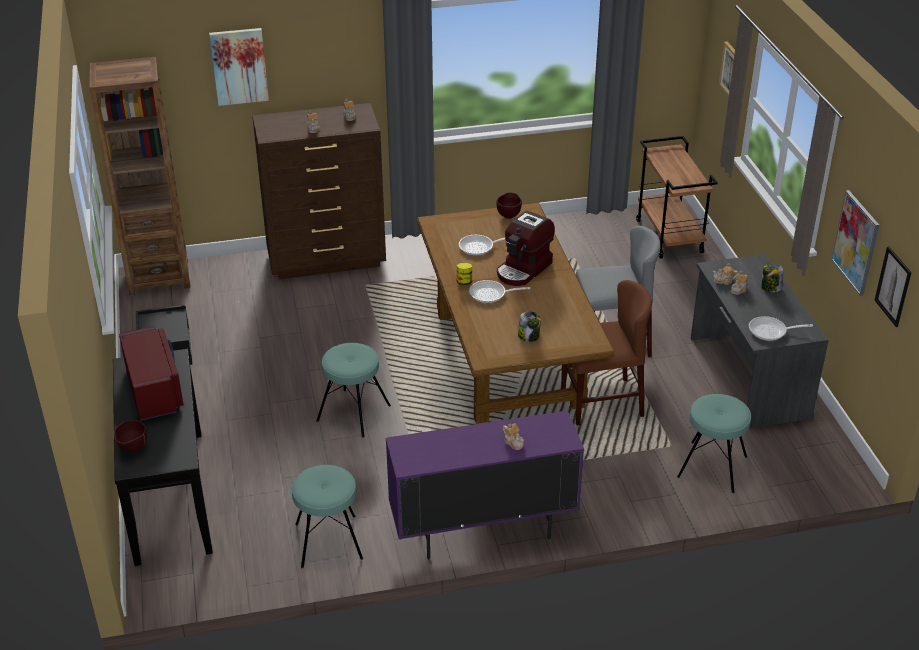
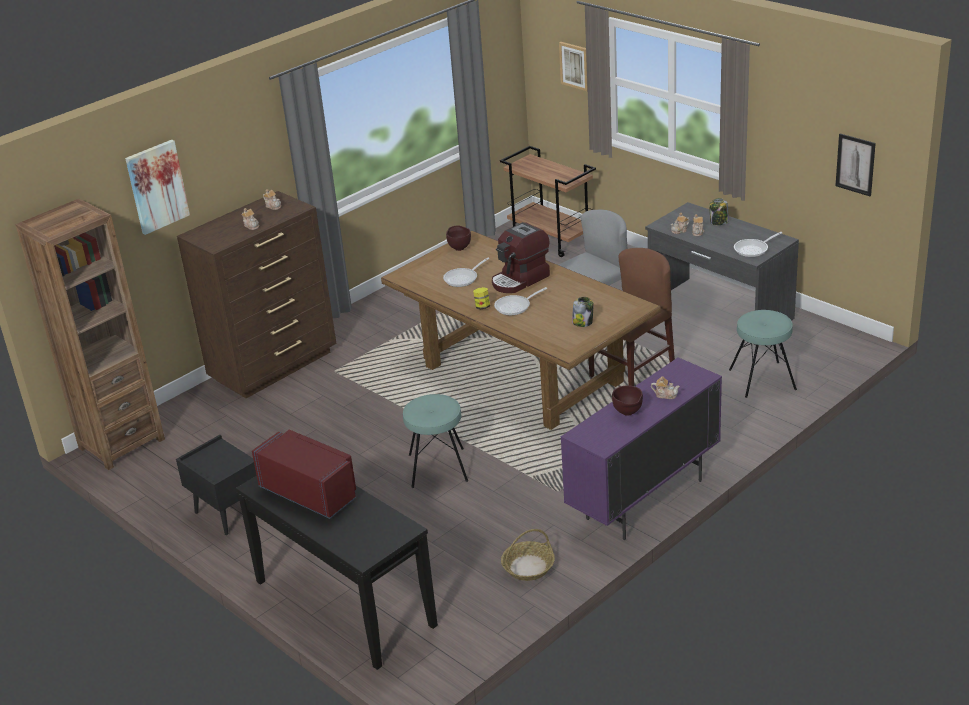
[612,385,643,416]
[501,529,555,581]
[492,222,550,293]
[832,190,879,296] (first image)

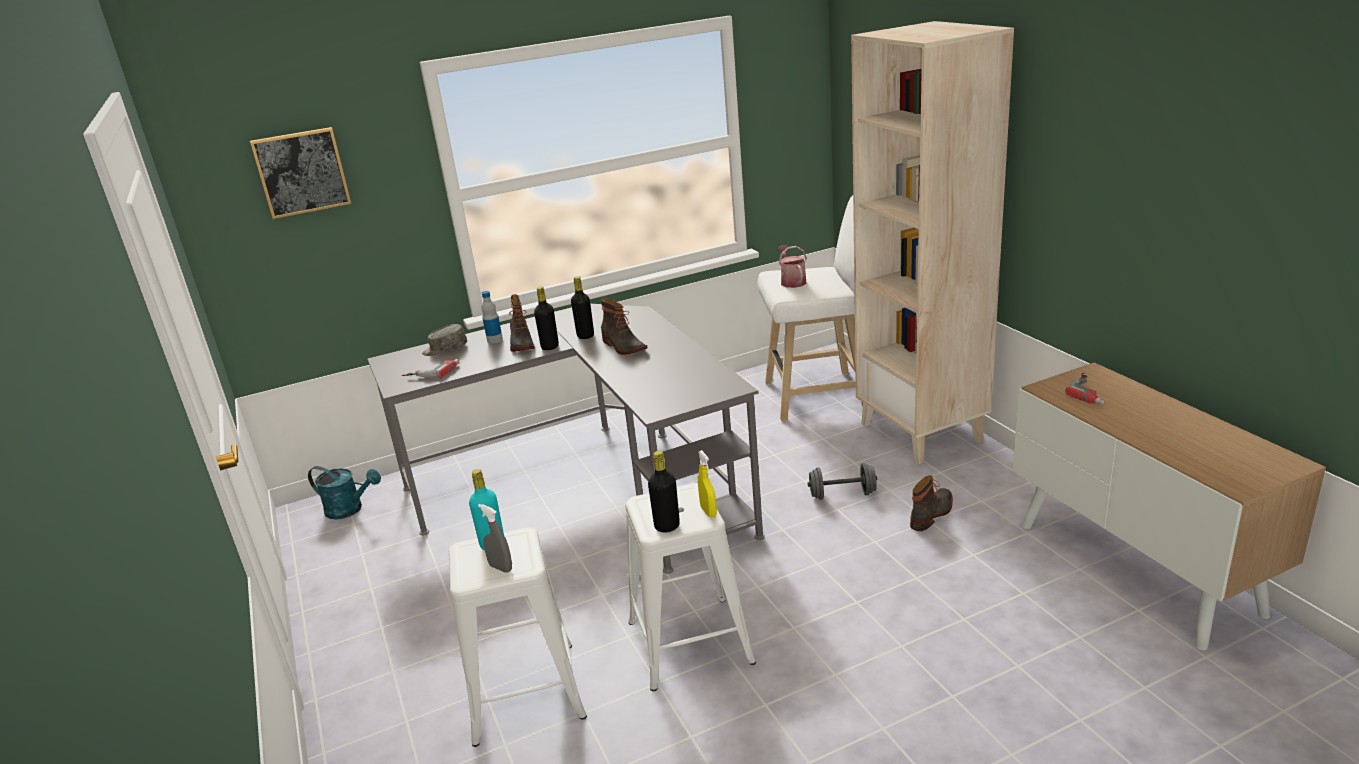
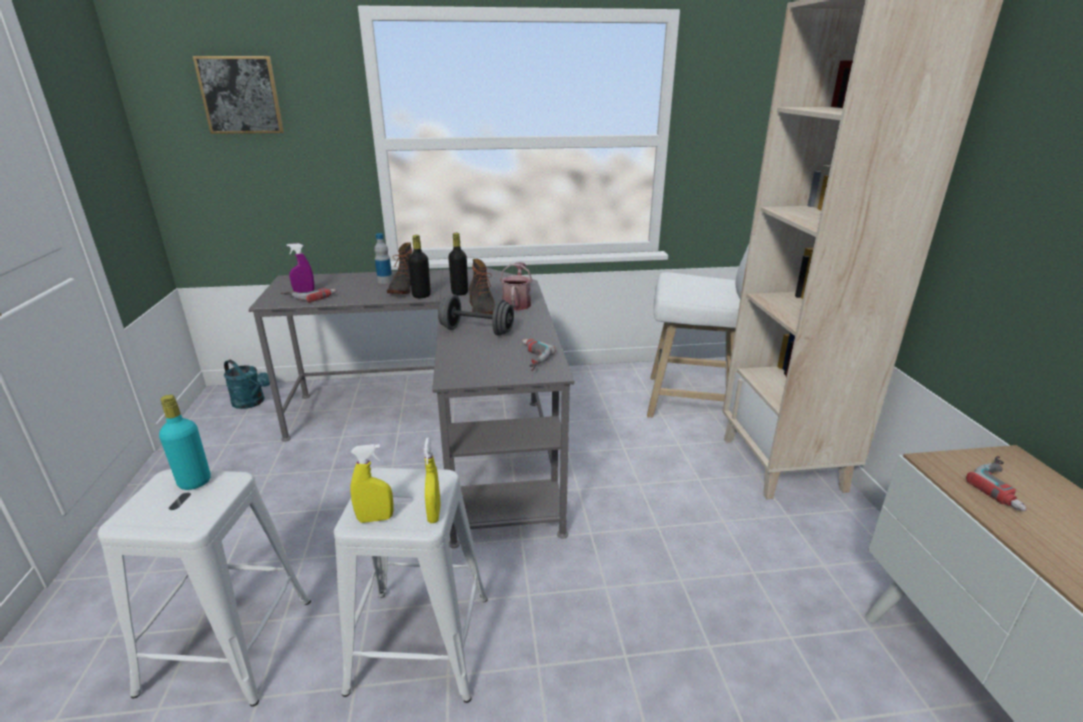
[422,324,467,356] (first image)
[478,504,512,573] (first image)
[350,444,394,523]
[500,262,532,311]
[438,294,514,336]
[910,475,953,531] (first image)
[286,243,315,293]
[522,339,555,371]

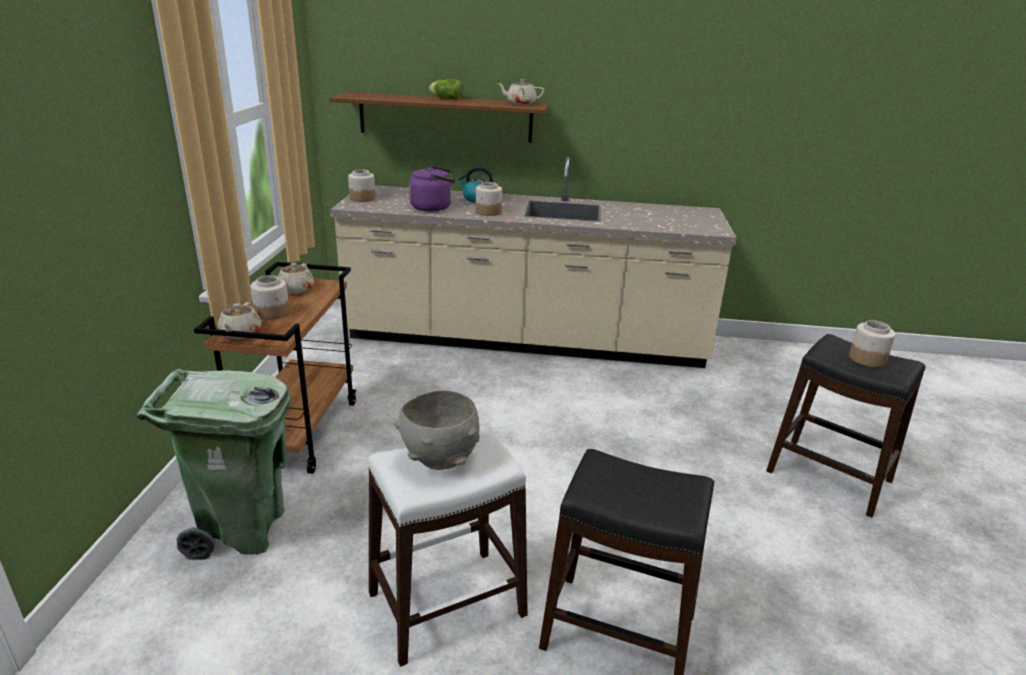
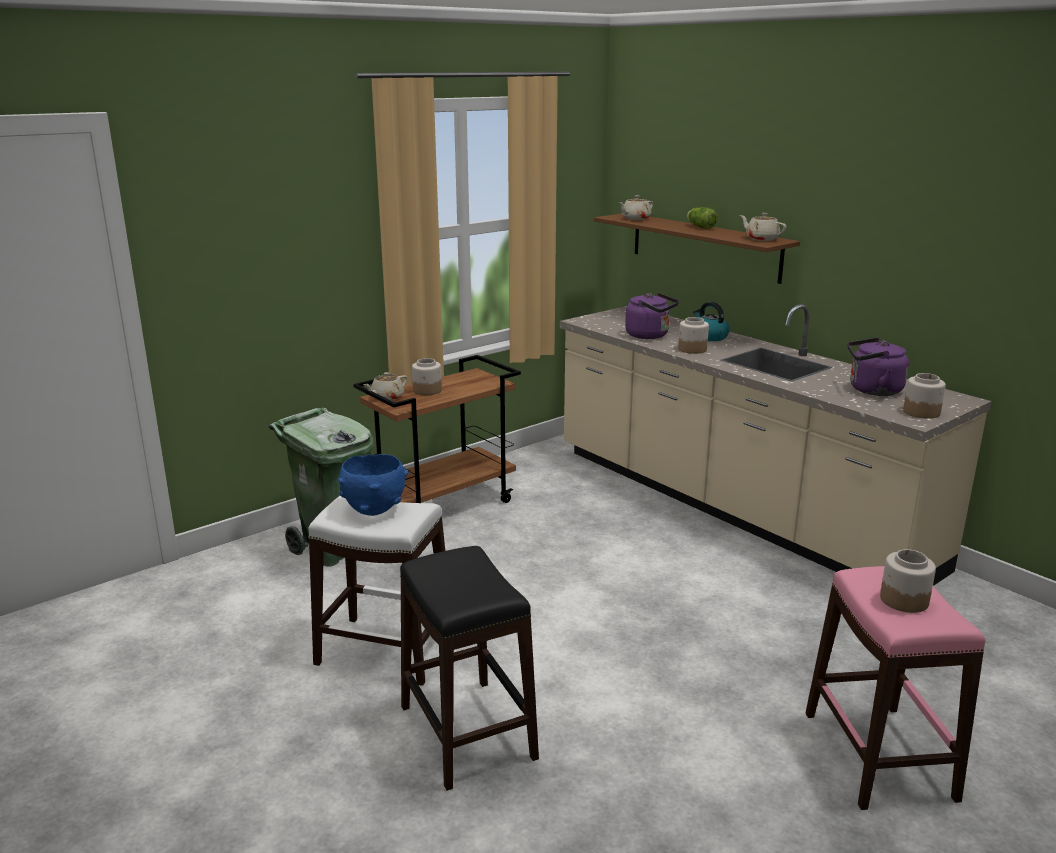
[618,195,653,220]
[903,373,946,419]
[338,454,409,516]
[805,566,986,810]
[847,338,909,396]

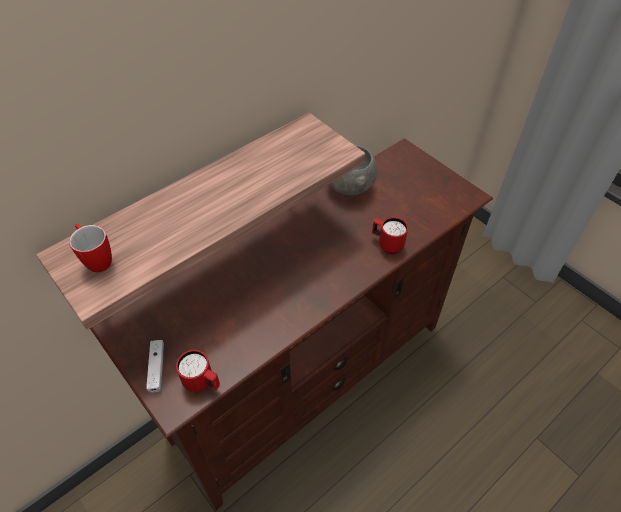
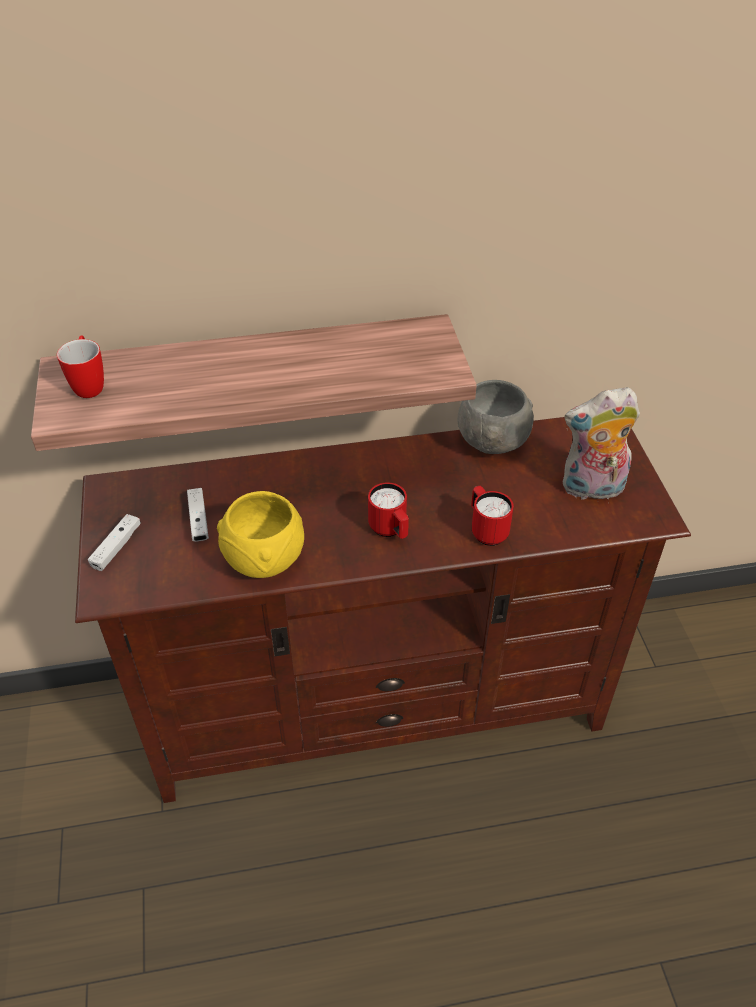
[368,482,409,539]
[187,488,209,542]
[217,491,304,578]
[563,387,640,499]

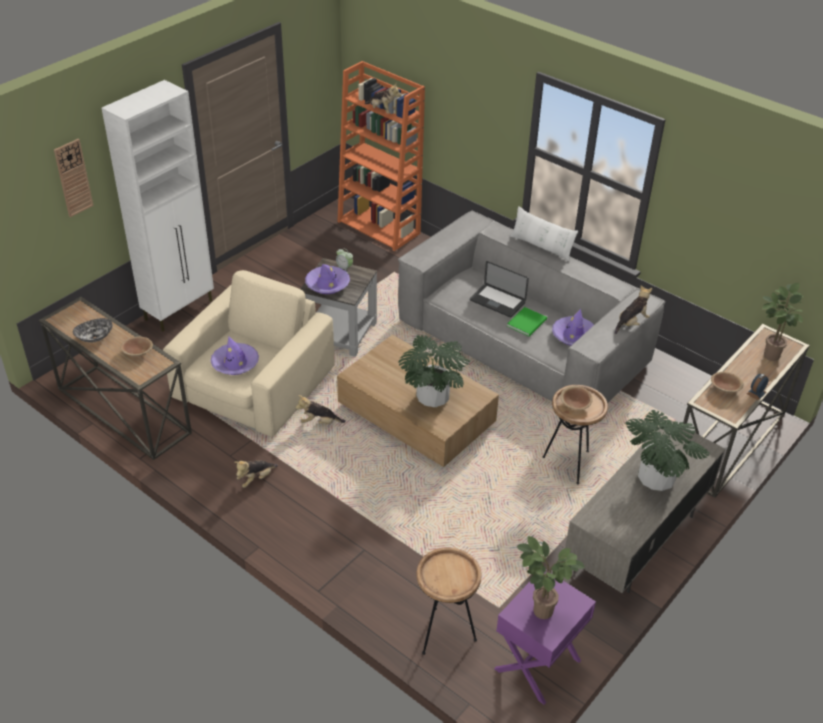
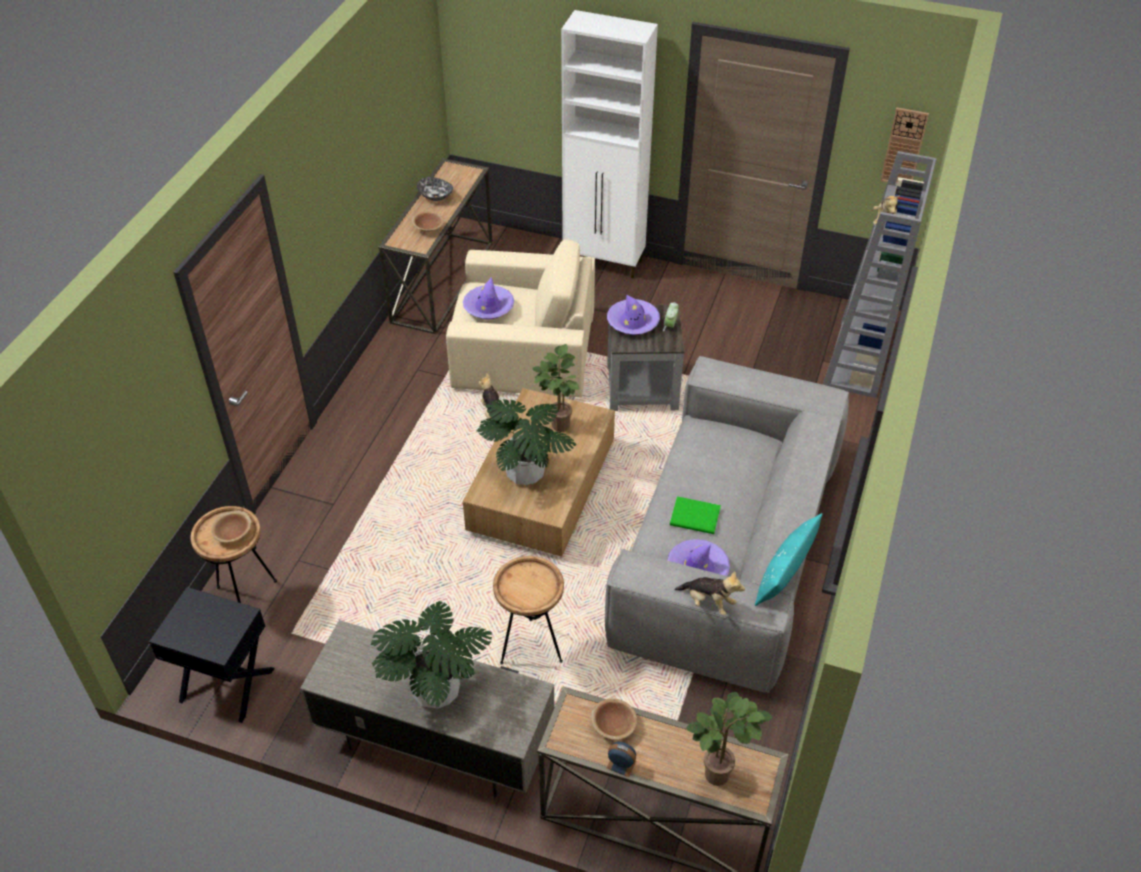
[881,108,929,183]
[234,460,278,488] (first image)
[823,151,937,398]
[470,261,529,317] (first image)
[149,587,275,723]
[510,206,578,261] (first image)
[532,344,579,432]
[211,511,251,542]
[755,513,823,606]

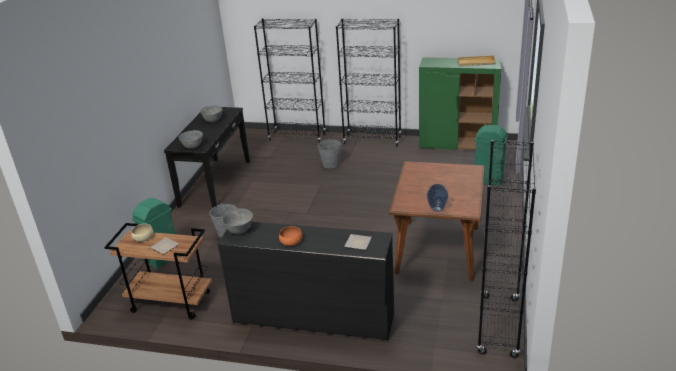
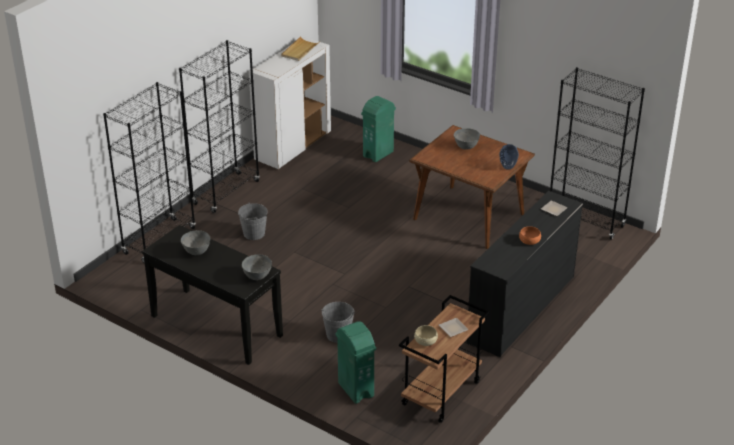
[454,128,480,150]
[249,37,331,169]

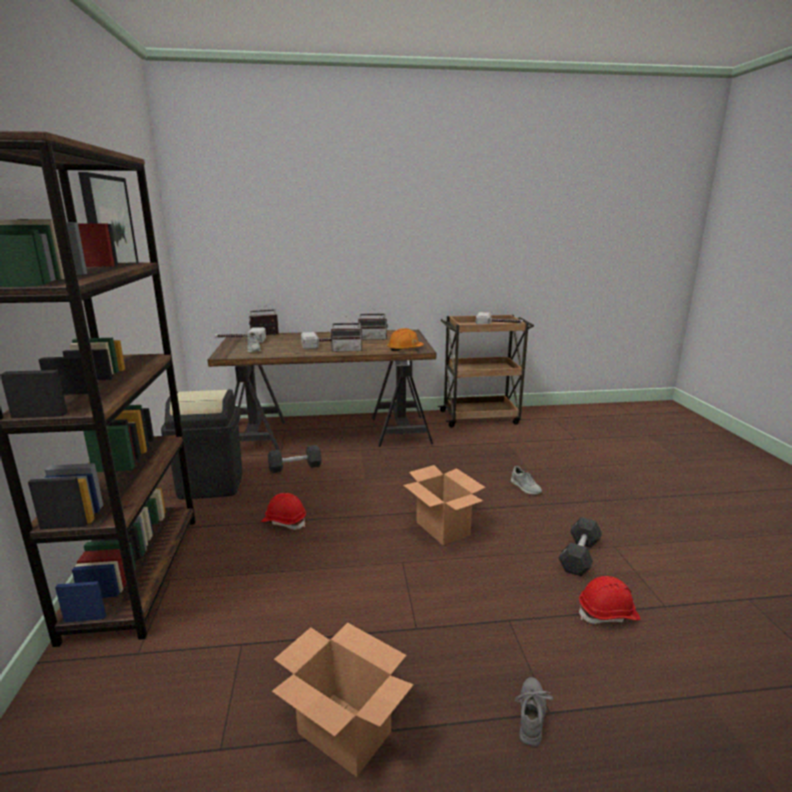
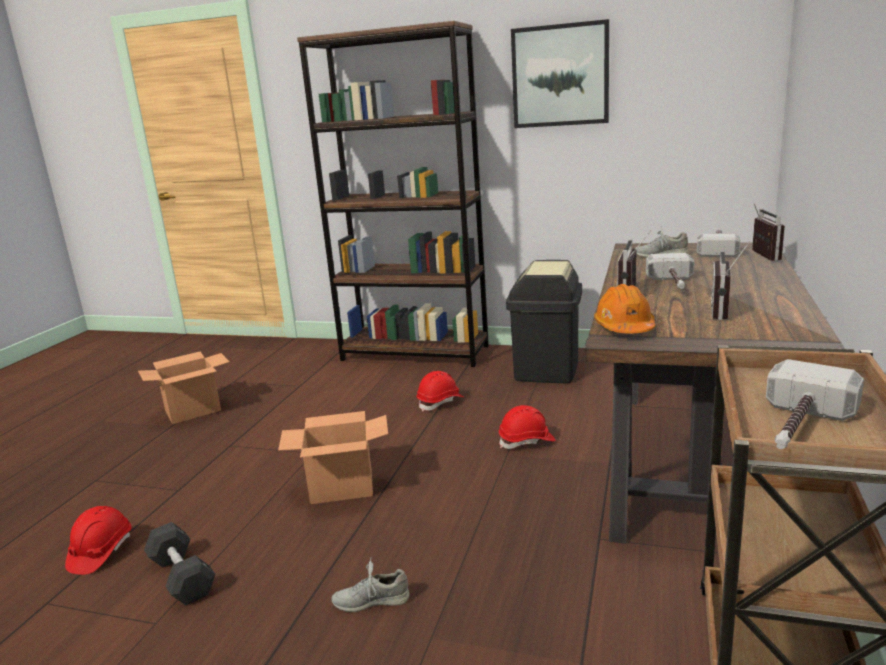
[268,445,322,473] (first image)
[515,677,553,747] (first image)
[499,405,555,449]

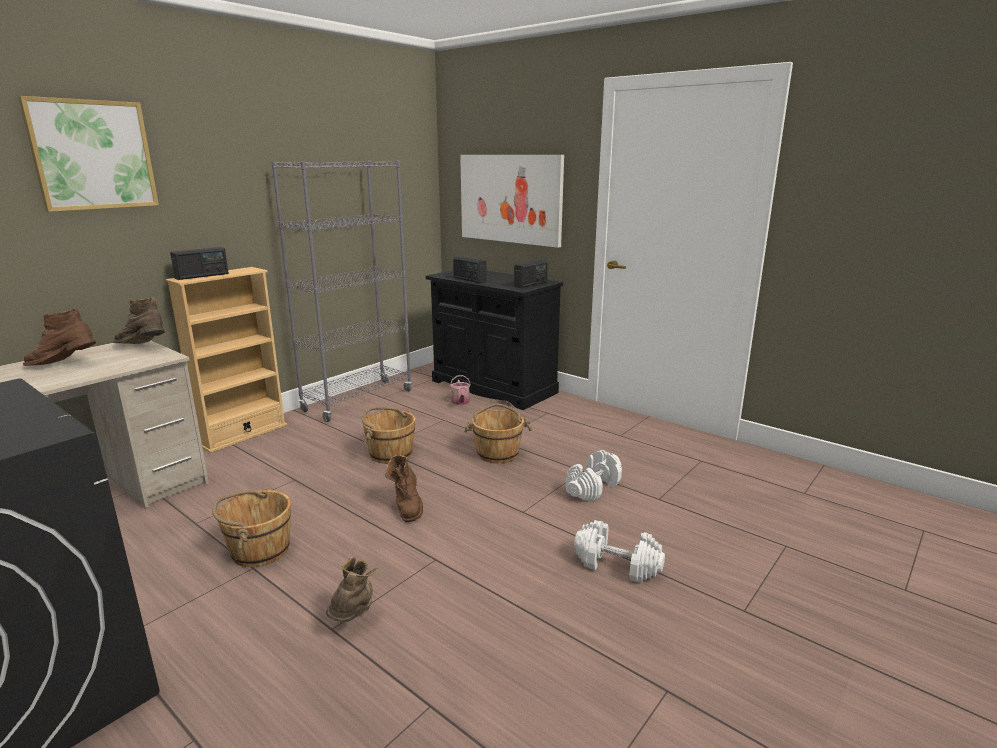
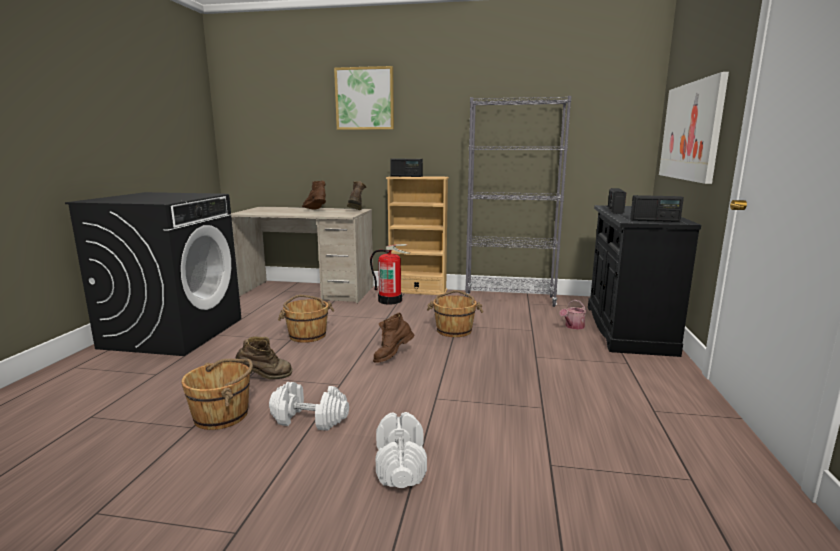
[181,359,253,430]
[269,382,349,431]
[370,244,410,304]

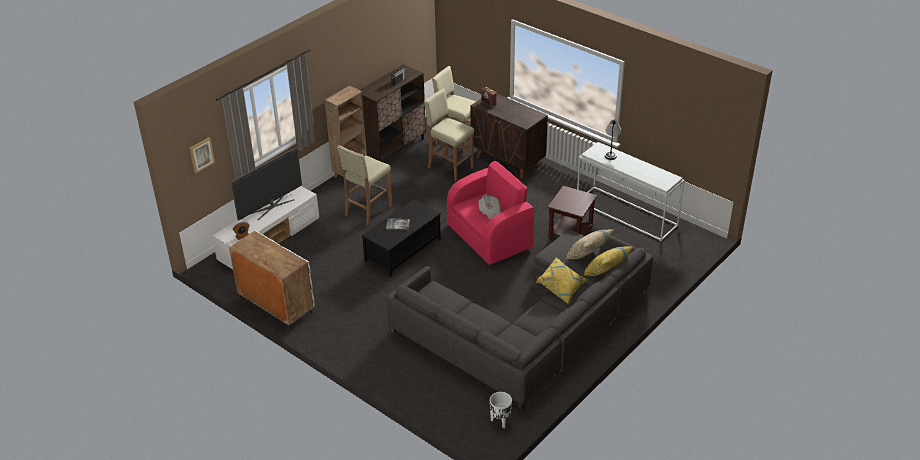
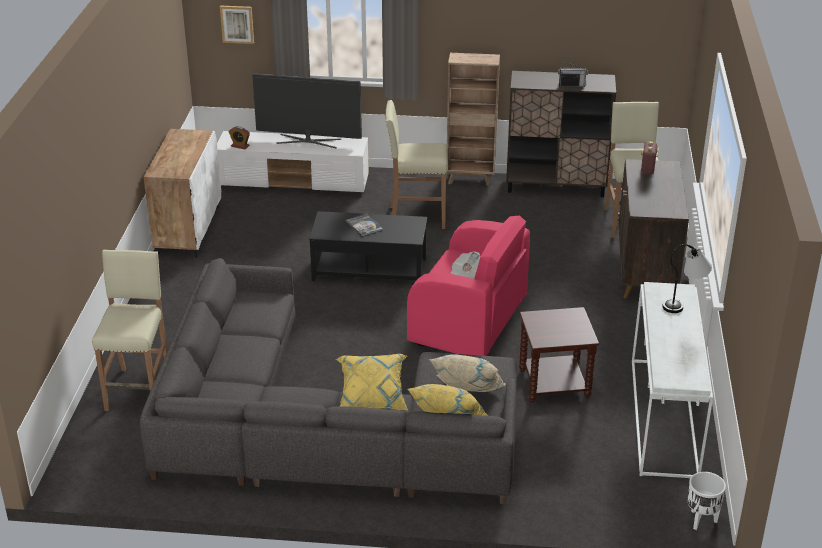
[92,250,168,411]
[688,472,726,530]

